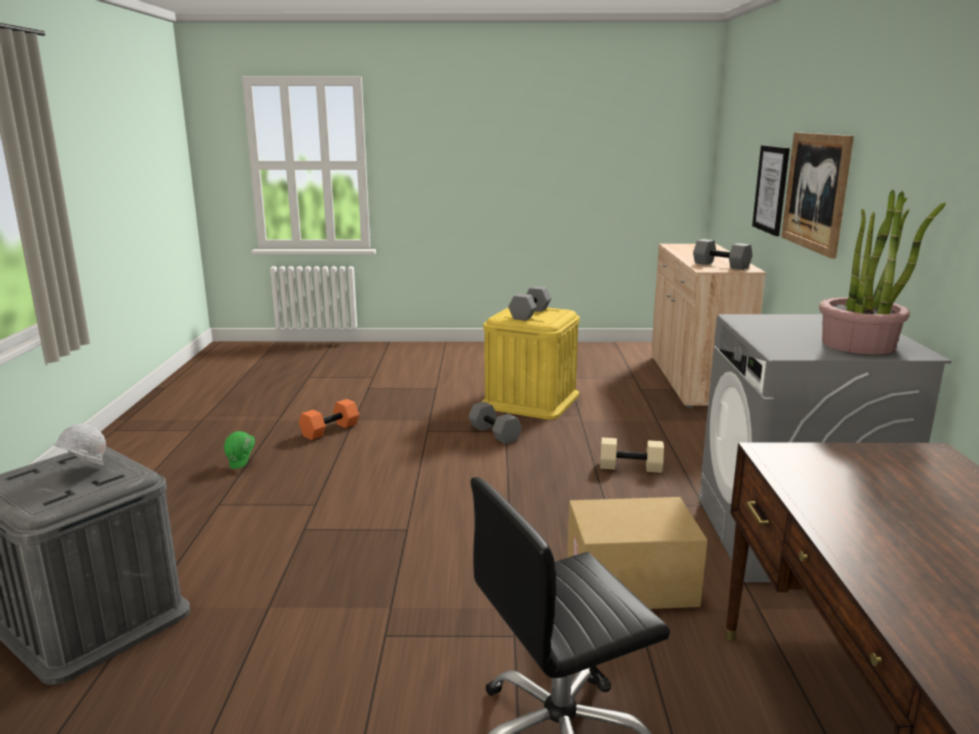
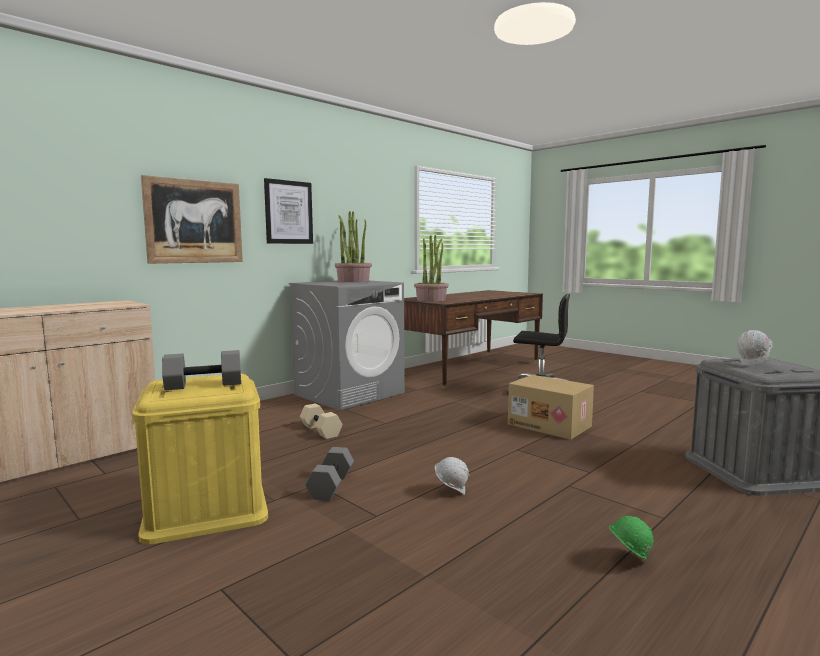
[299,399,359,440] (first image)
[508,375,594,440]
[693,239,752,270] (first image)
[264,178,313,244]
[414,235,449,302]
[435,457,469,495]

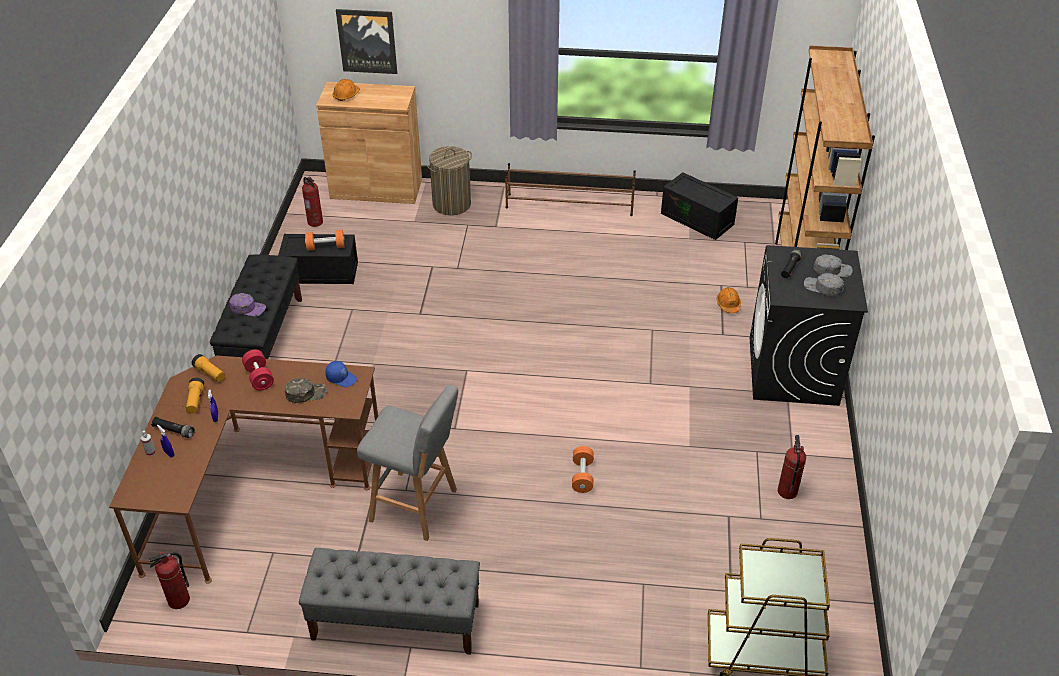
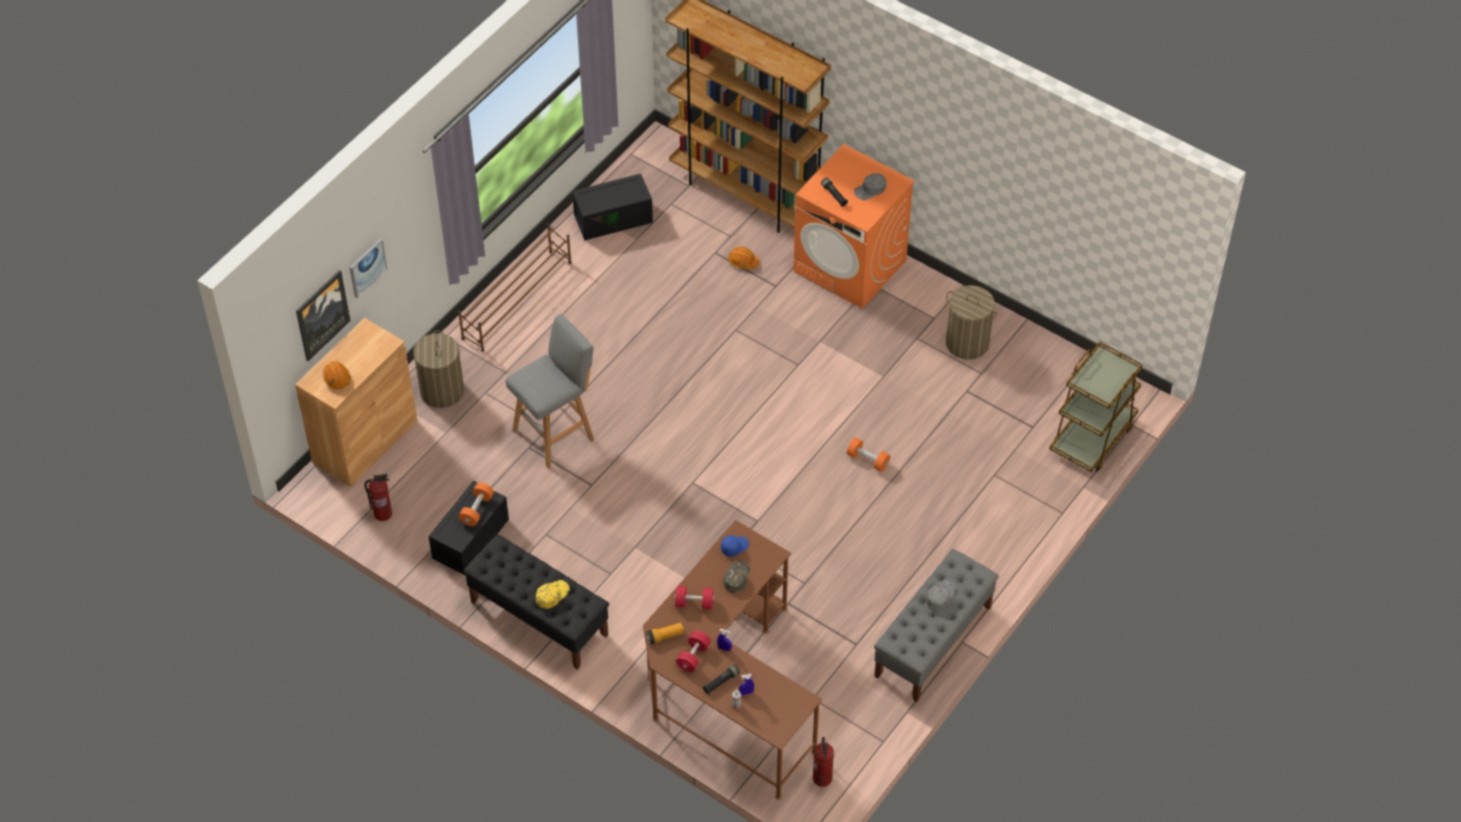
[676,630,711,672]
[536,580,570,609]
[506,314,594,468]
[794,144,914,309]
[946,285,997,360]
[926,580,957,610]
[350,239,387,298]

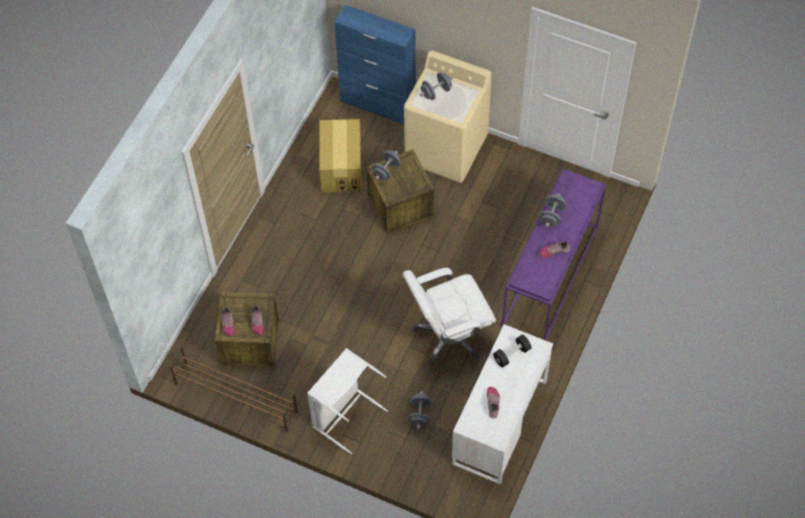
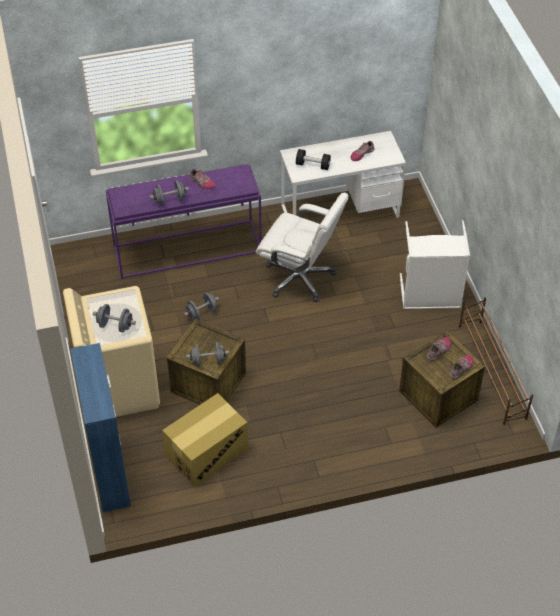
[184,293,219,320]

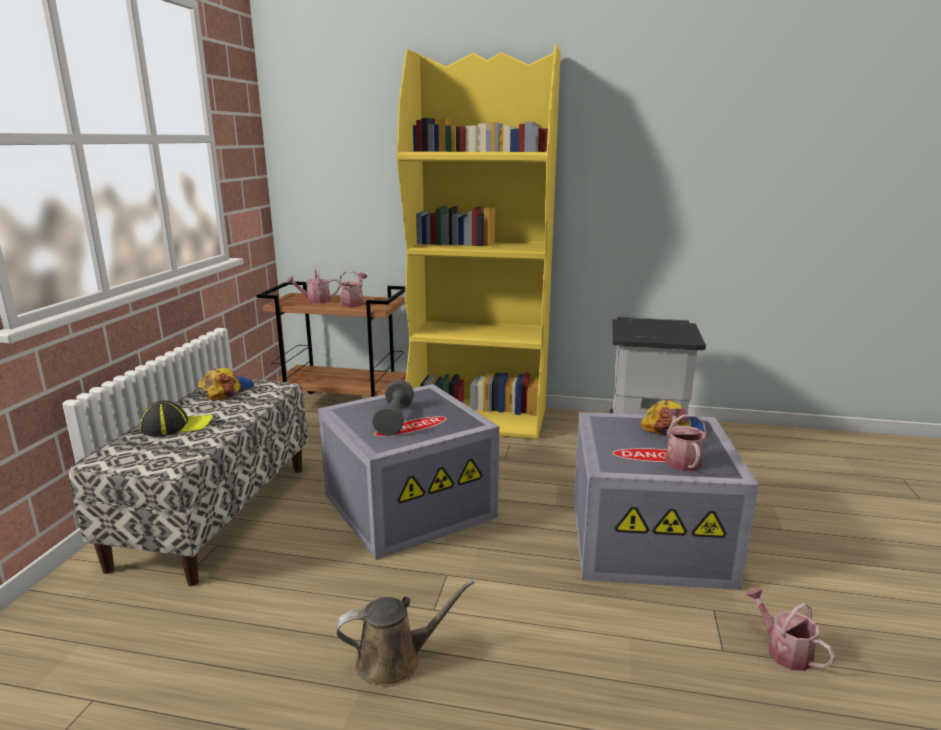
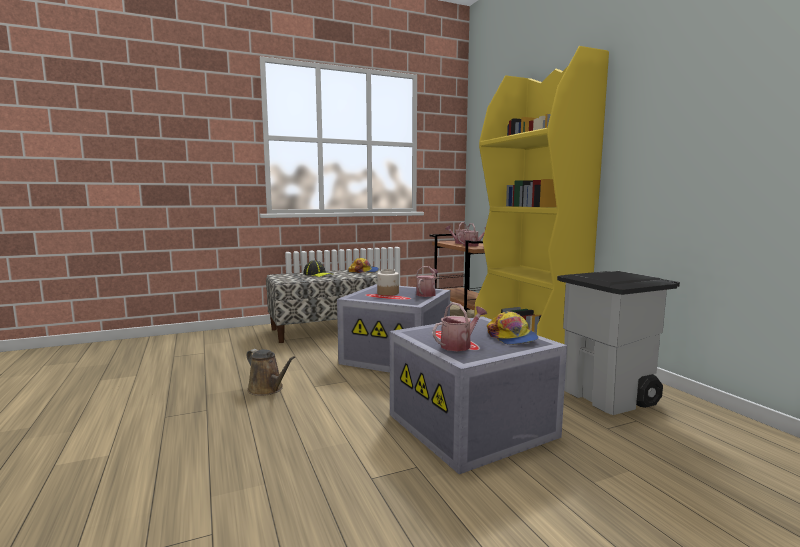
[377,269,399,296]
[416,266,438,297]

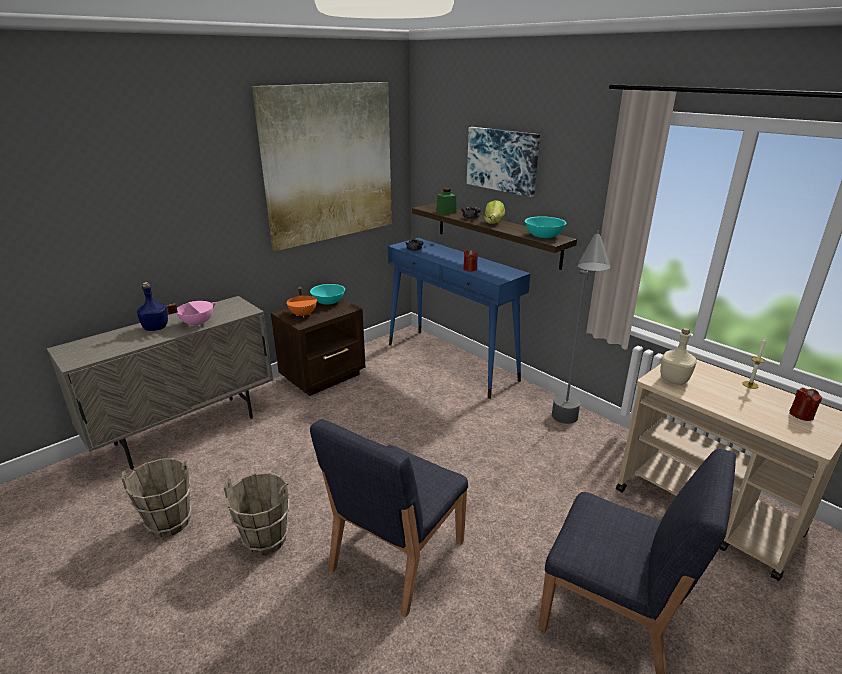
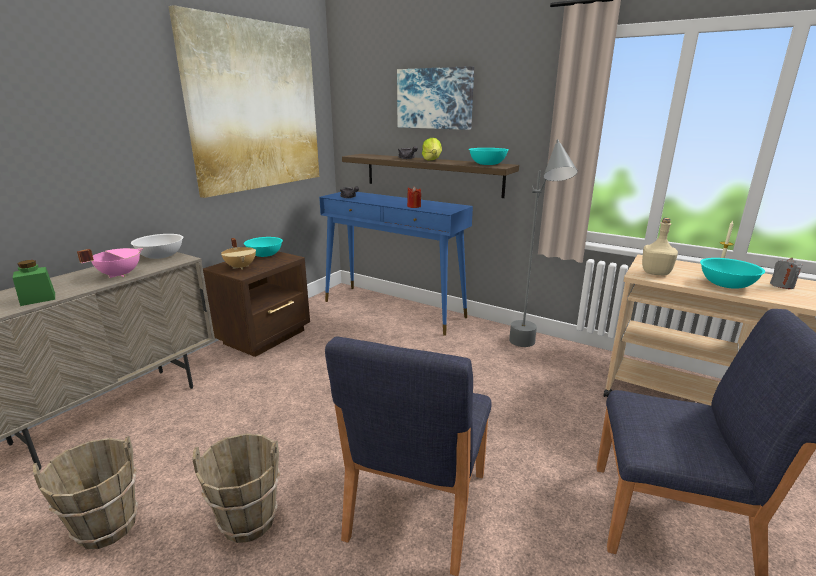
[137,282,168,331] (first image)
[221,238,256,270]
[13,260,55,306]
[770,258,803,289]
[131,234,183,259]
[700,258,765,289]

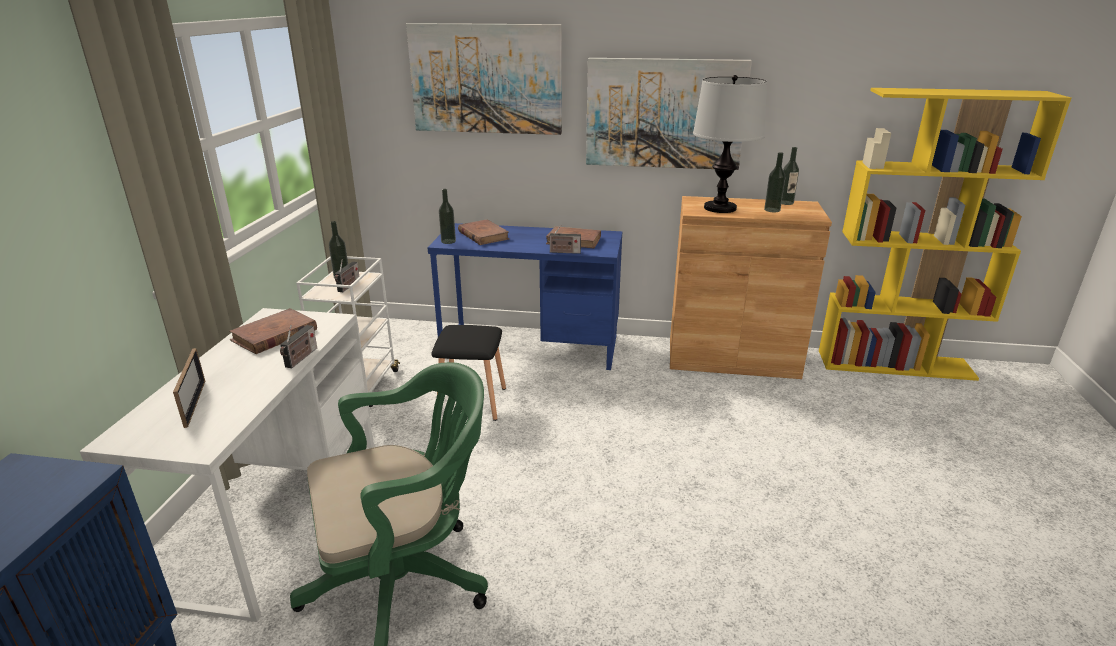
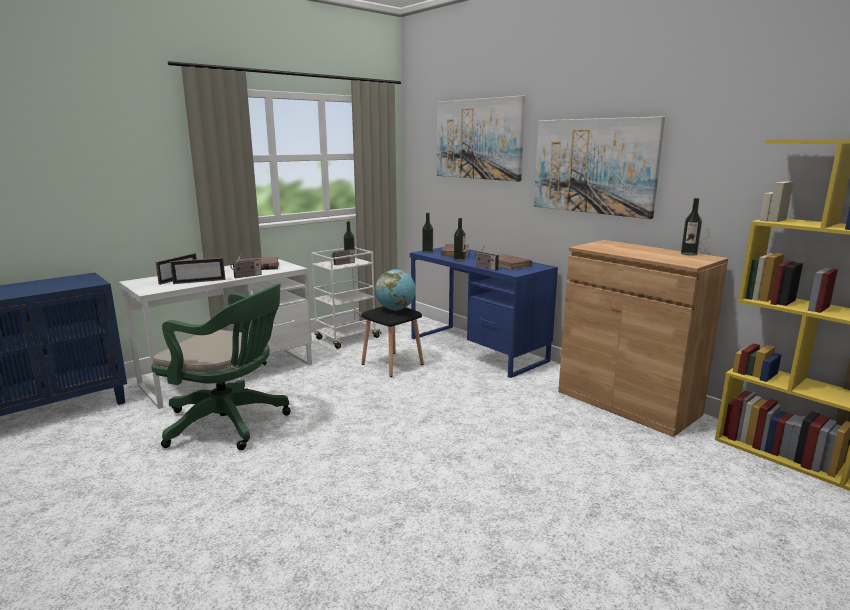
[693,75,767,213] (first image)
[454,218,466,261]
[170,258,225,284]
[375,269,416,310]

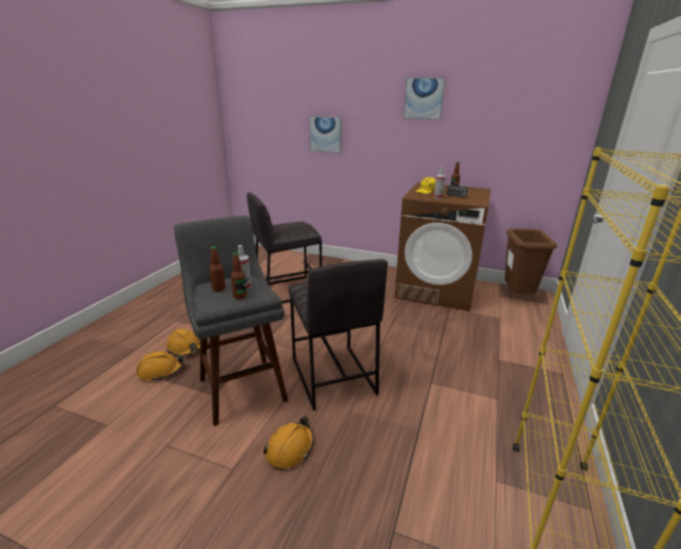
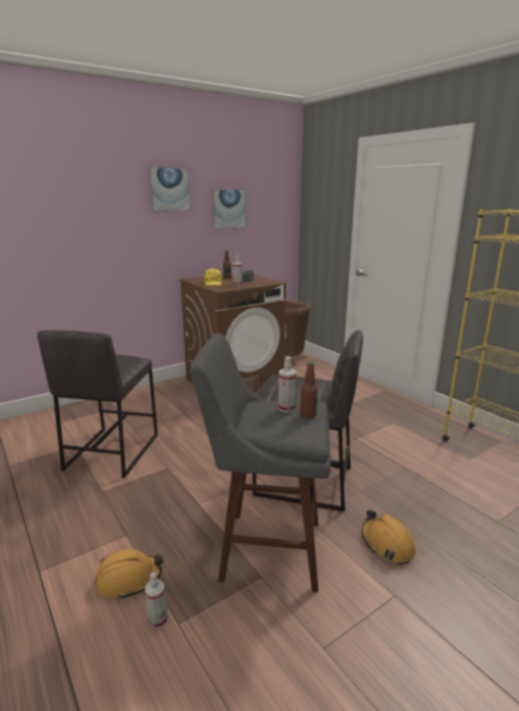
[145,572,168,629]
[209,246,225,291] (first image)
[212,189,246,230]

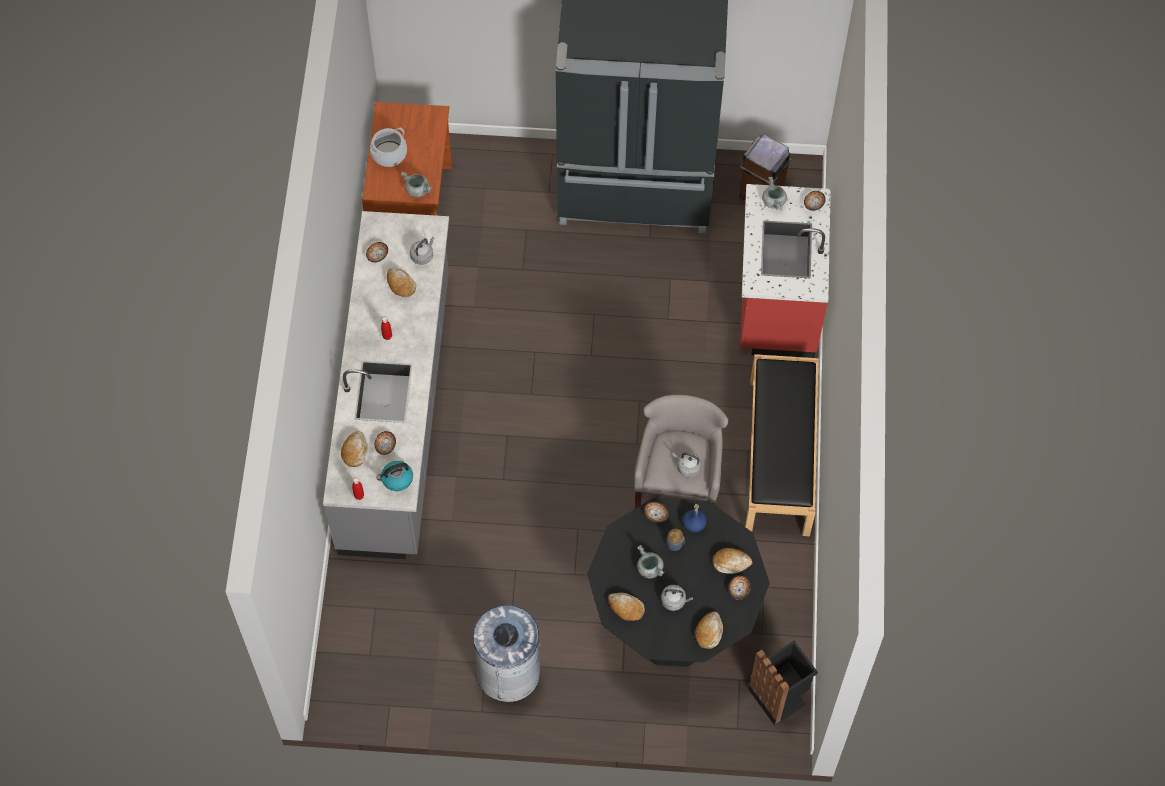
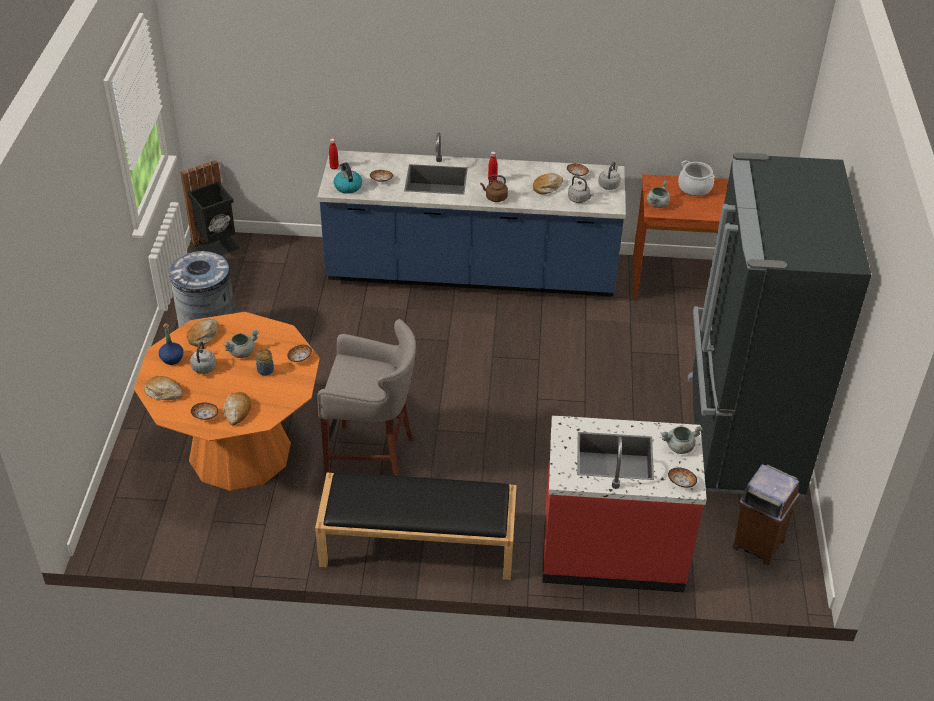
[317,132,626,297]
[341,431,368,467] (first image)
[134,312,320,491]
[598,162,621,190]
[159,323,183,365]
[180,160,240,255]
[480,175,508,202]

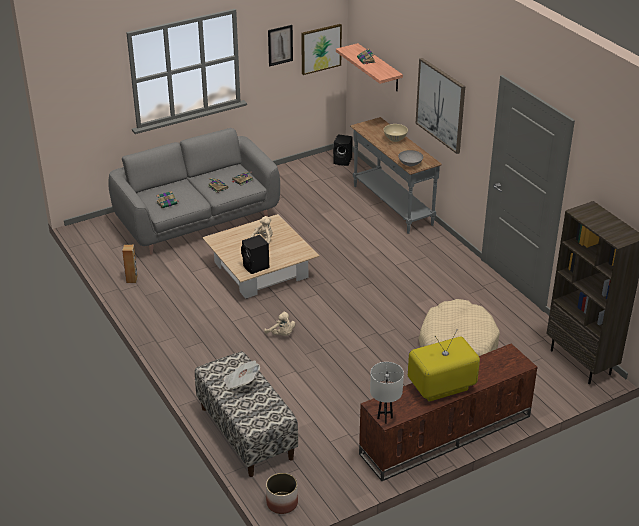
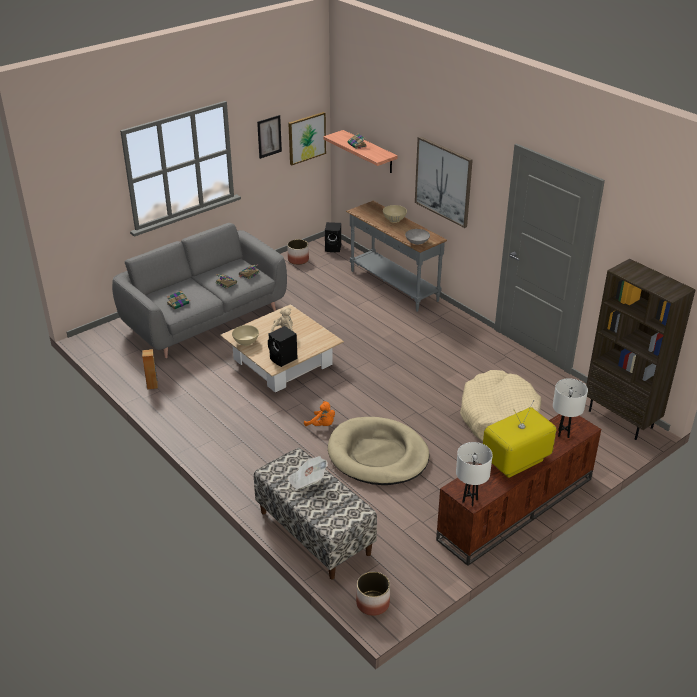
[304,401,335,426]
[232,325,259,346]
[287,239,309,265]
[328,417,429,485]
[553,378,588,438]

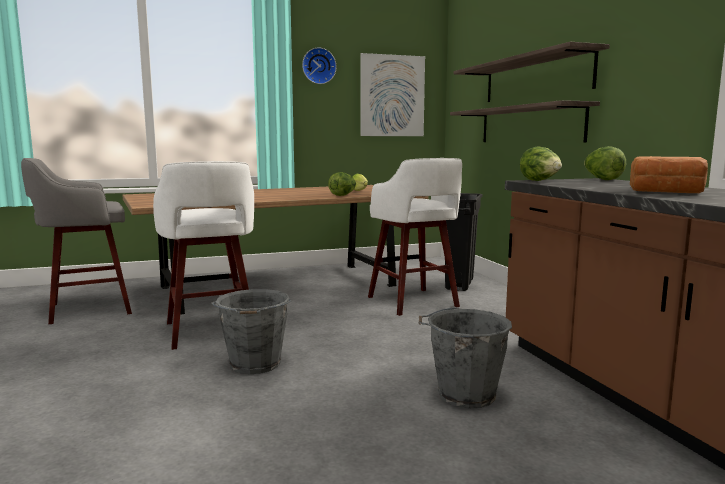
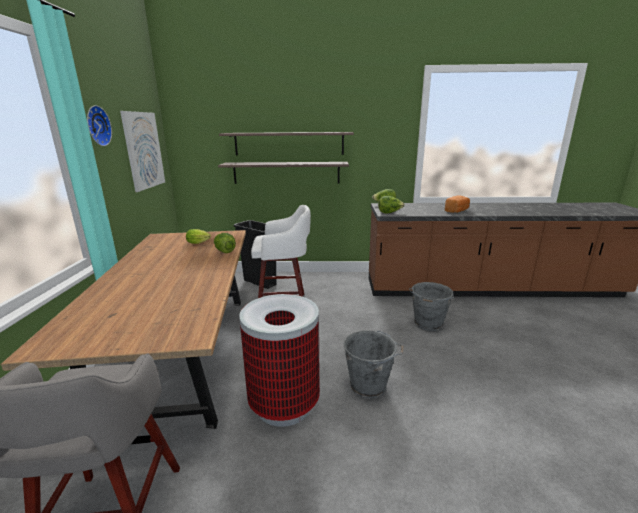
[239,294,320,427]

